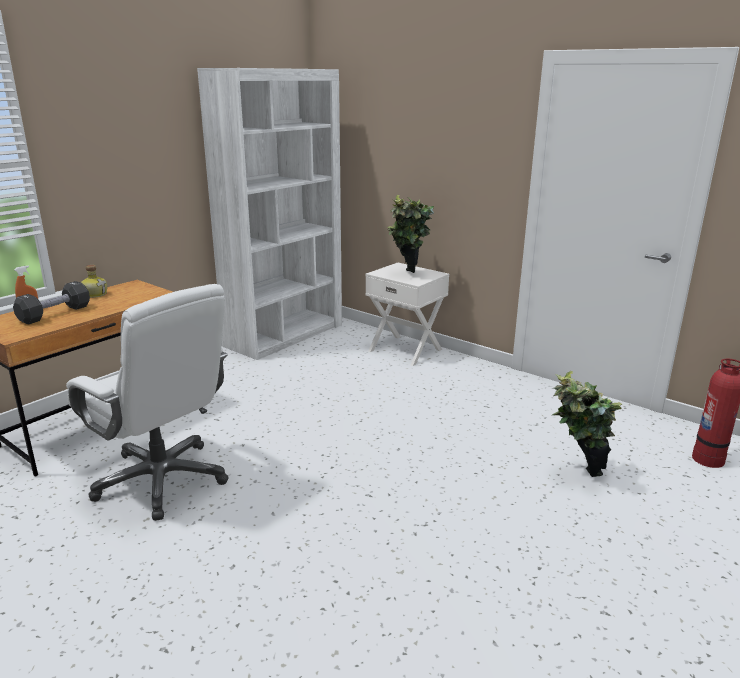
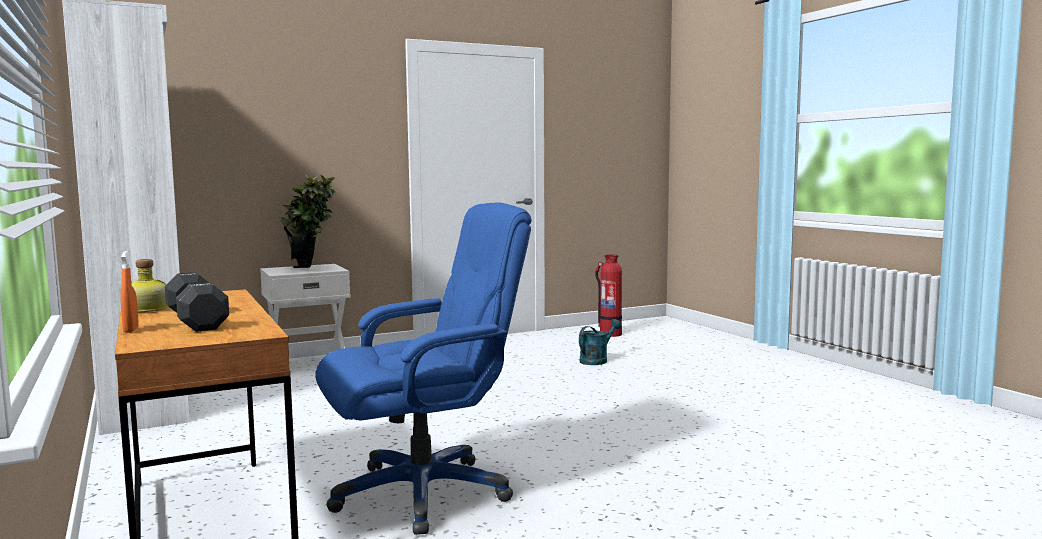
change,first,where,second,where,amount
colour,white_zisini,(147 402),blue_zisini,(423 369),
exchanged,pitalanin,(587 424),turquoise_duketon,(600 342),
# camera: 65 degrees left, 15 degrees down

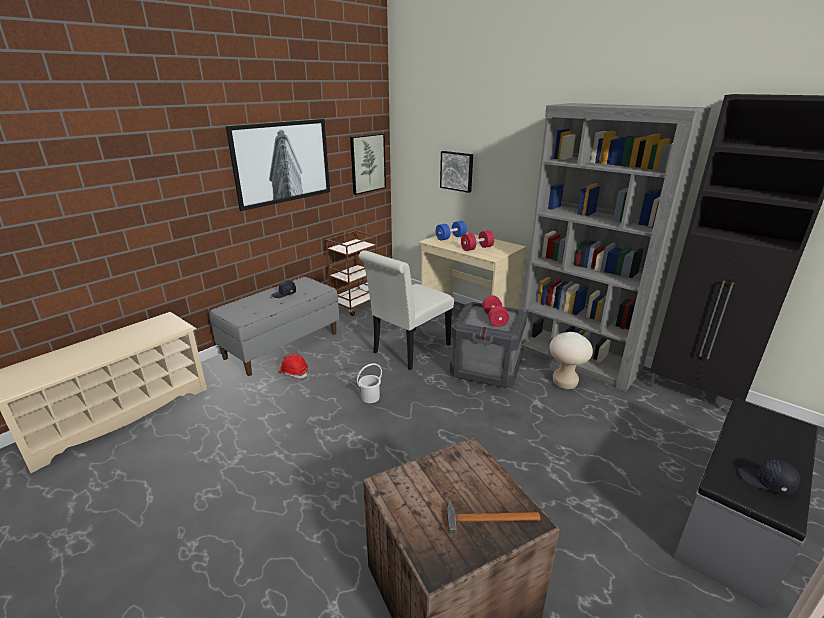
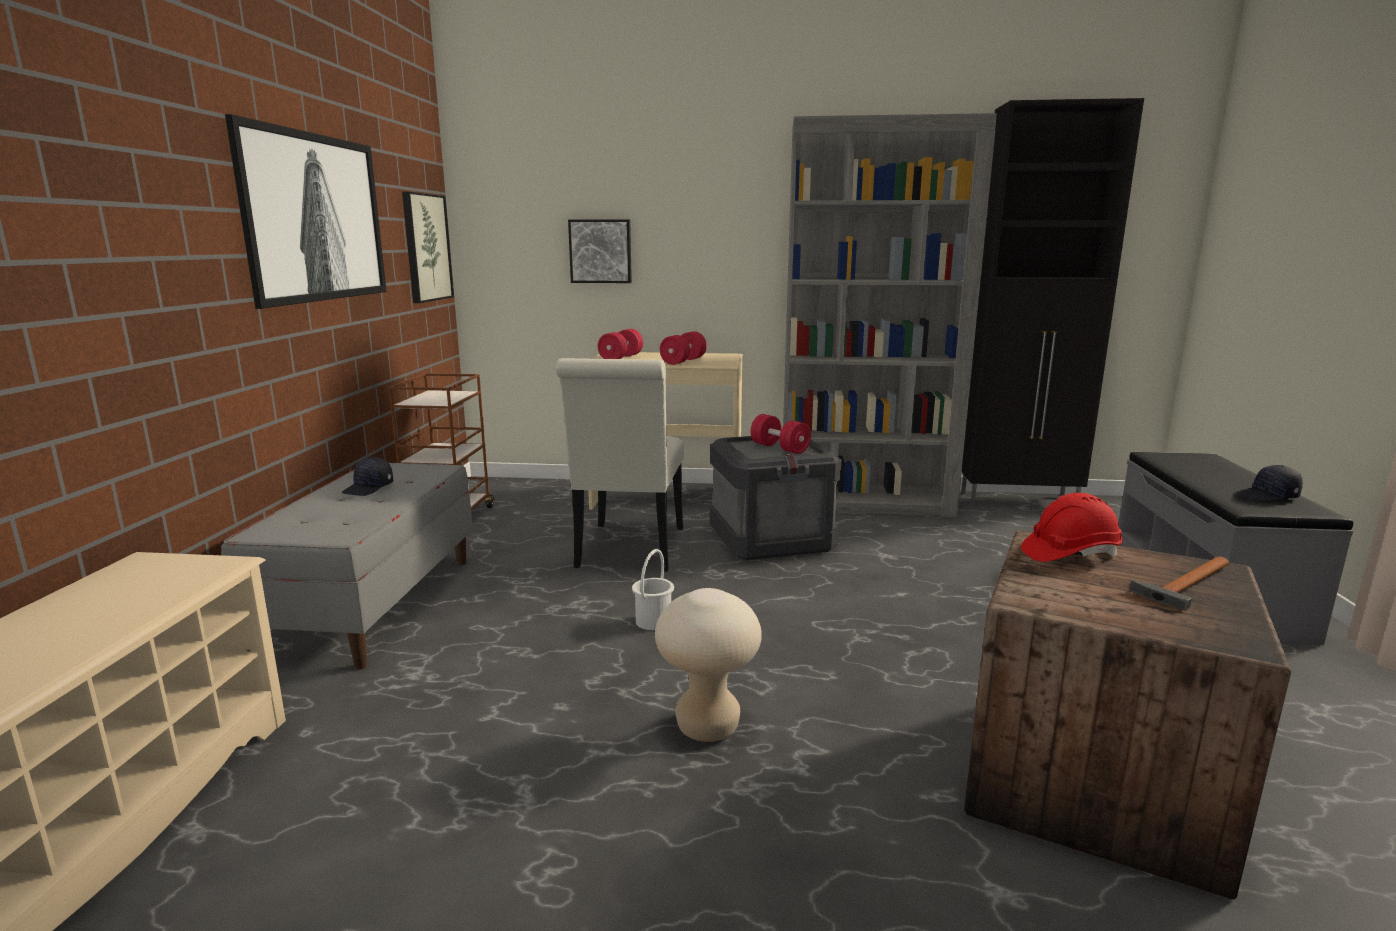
change,first,where,second,where,amount
colour,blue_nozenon,(451 231),red_nozenon,(620 344),
relocated,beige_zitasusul,(571 360),,(708 665),
relocated,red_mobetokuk,(293 366),,(1072 527),
# camera: 35 degrees left, 10 degrees down

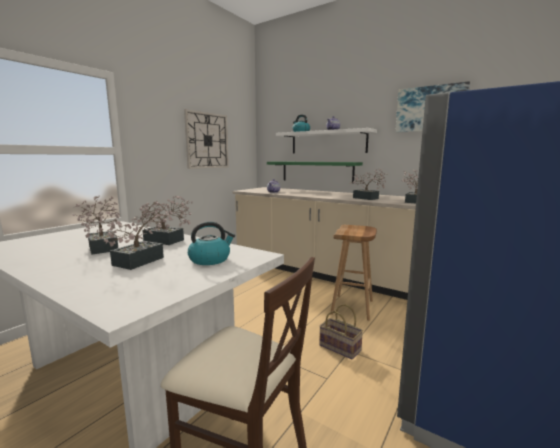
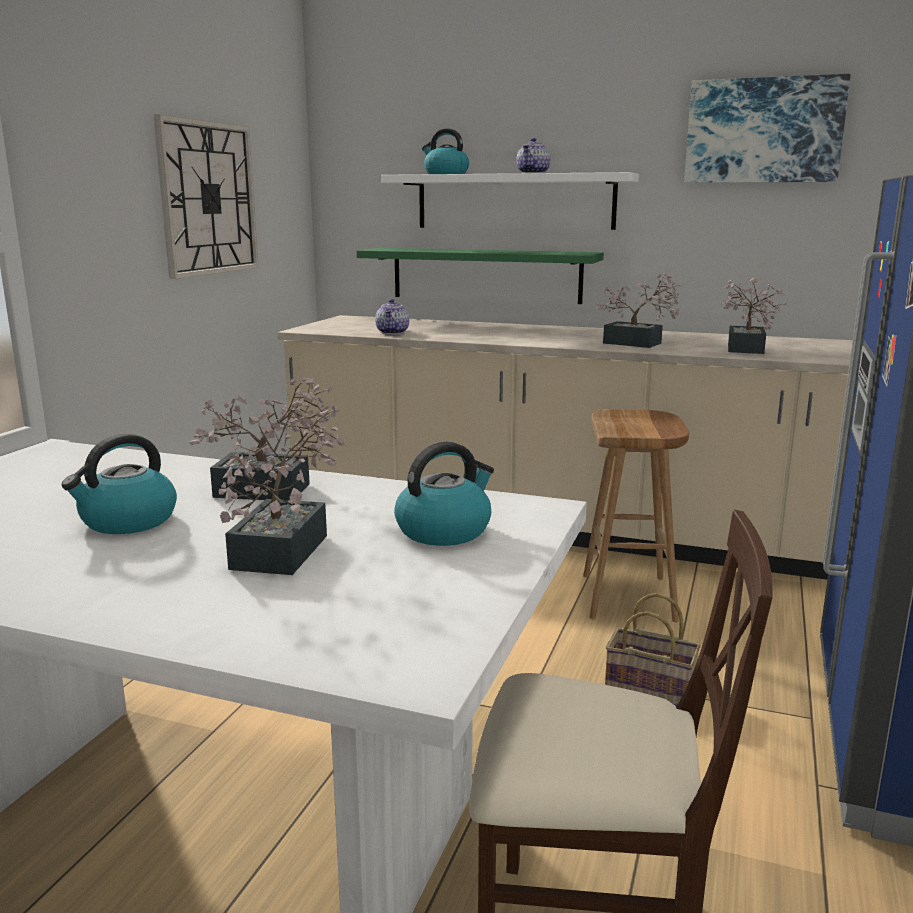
change,first,where,second,where,amount
exchanged,pitalanin,(97 225),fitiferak,(119 484),
# camera: 15 degrees left, 5 degrees up

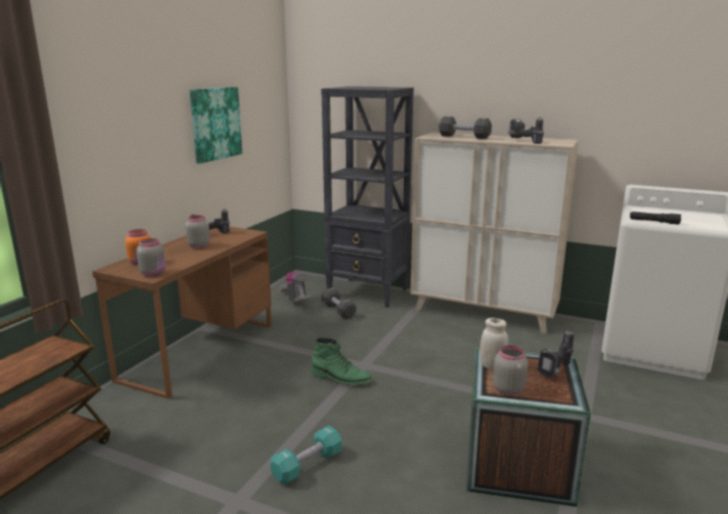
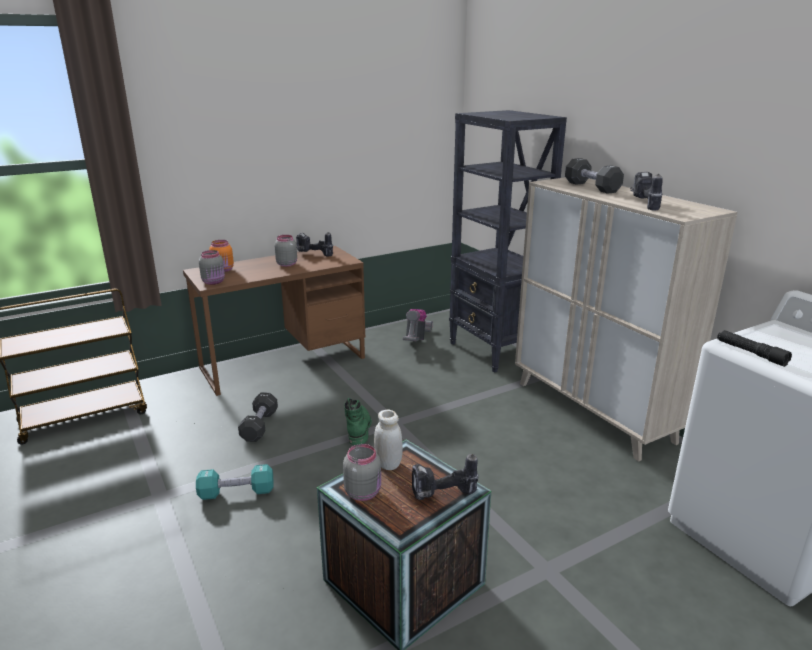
change,first,where,second,where,amount
missing,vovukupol,(216 125),,,
relocated,black_nozenon,(338 303),,(258 417),
spun,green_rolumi,(342 361),,(358 421),150 degrees counterclockwise
# camera: 35 degrees right, 5 degrees up

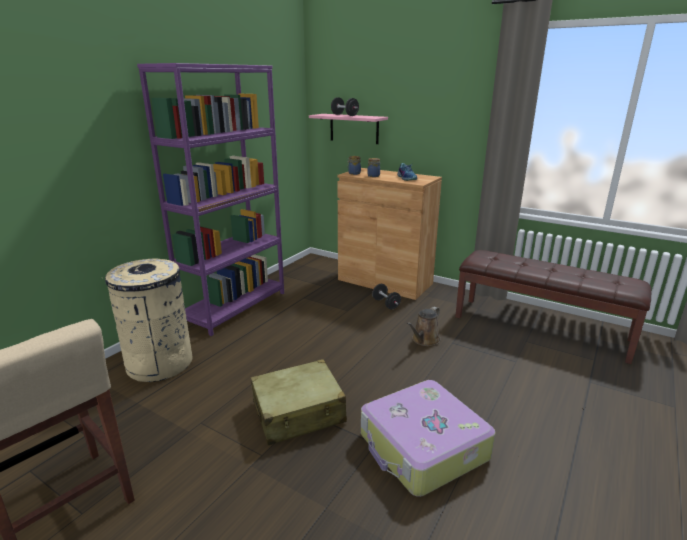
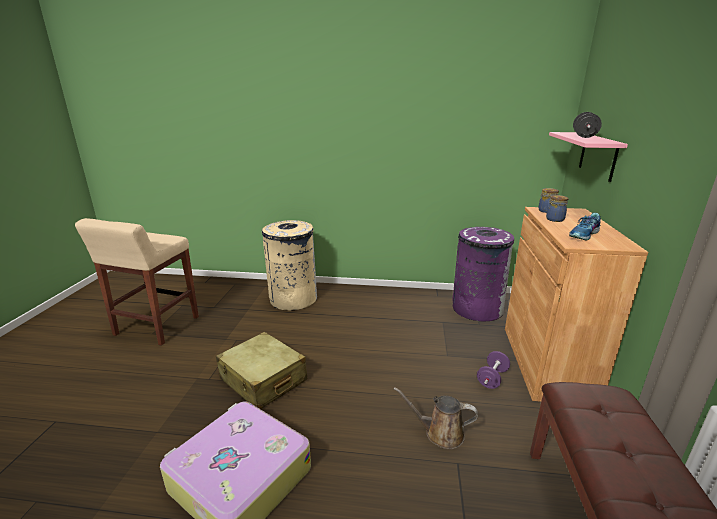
change,first,where,second,where,amount
missing,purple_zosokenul,(210 199),,,
colour,black_nozenon,(386 297),purple_nozenon,(493 370),
appeared,,,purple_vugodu,(483 274),
# camera: 65 degrees right, 0 degrees up

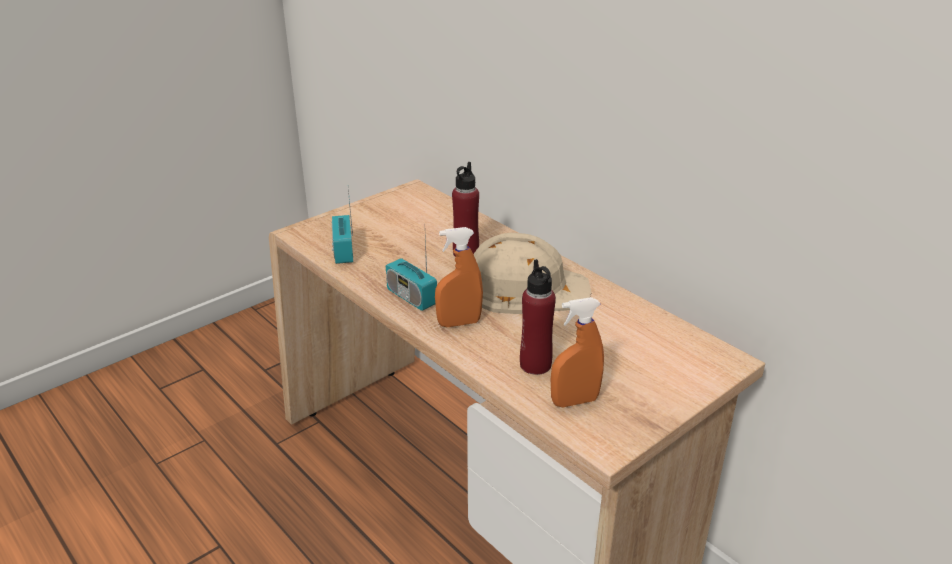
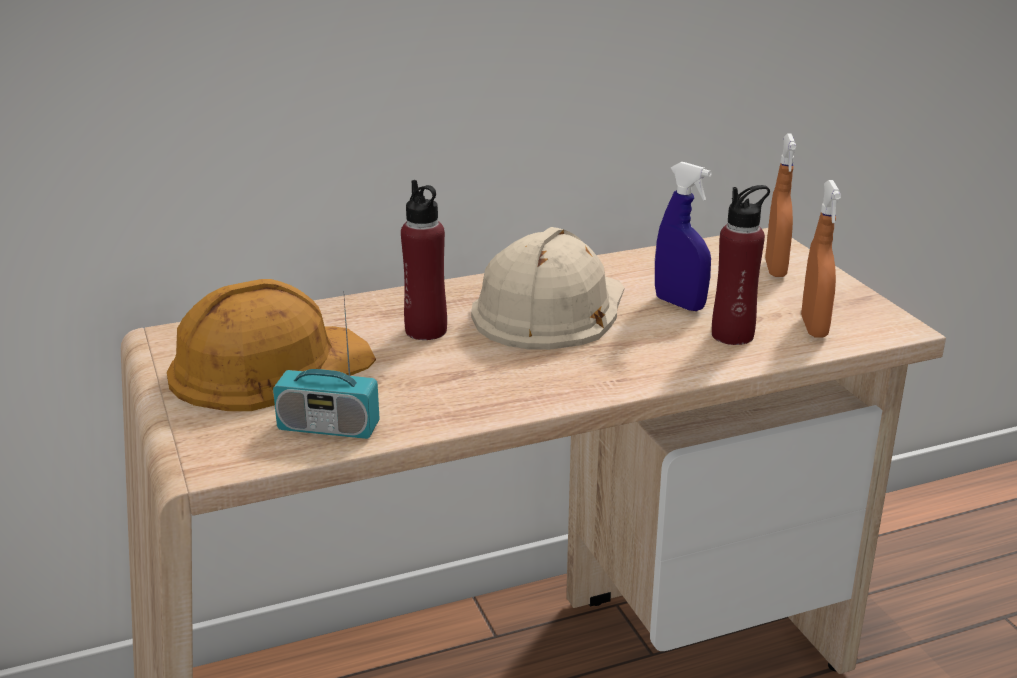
change,first,where,second,where,amount
relocated,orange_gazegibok,(459 277),,(780 205),
missing,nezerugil,(411 274),,,
appeared,,,blue_gazegibok,(683 236),
appeared,,,orange_mobetokuk,(271 345),
# camera: 70 degrees left, 5 degrees down

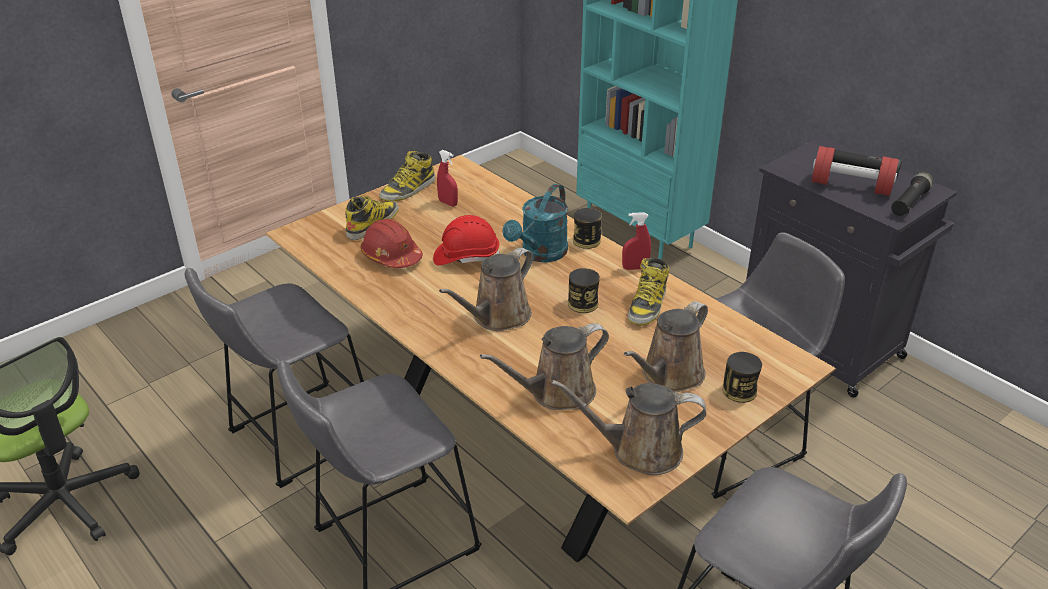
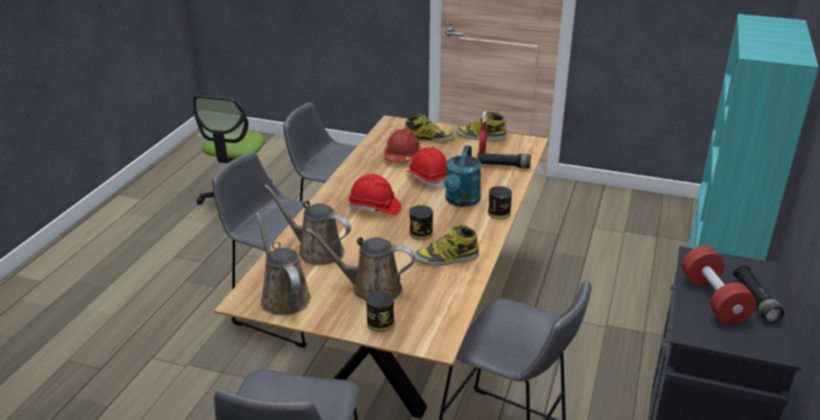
change,first,where,second,where,amount
relocated,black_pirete,(912 194),,(504 160),
spun,turquoise_duketon,(535 223),,(462 176),75 degrees counterclockwise
missing,red_gazegibok,(636 241),,,
exchanged,brown_duketon,(486 289),red_mobetokuk,(374 194),
# camera: 60 degrees right, 5 degrees down

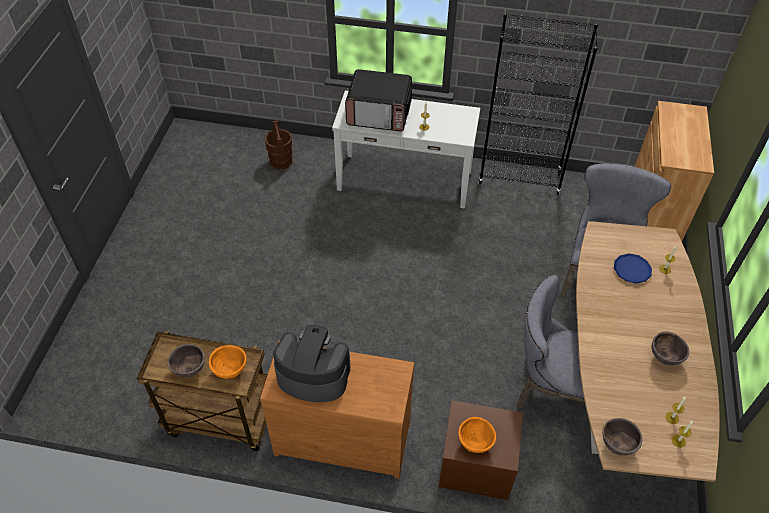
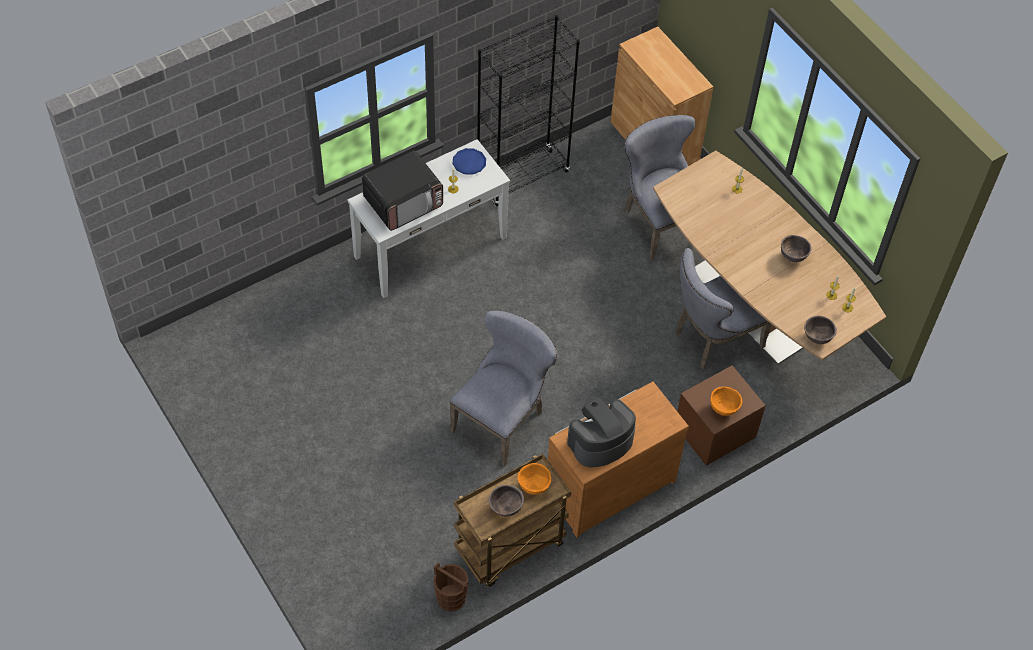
change,first,where,second,where,amount
relocated,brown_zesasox,(279 145),,(451 586),
relocated,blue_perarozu,(633 268),,(469 161),
appeared,,,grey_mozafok,(504 388),
# camera: 45 degrees left, 5 degrees up

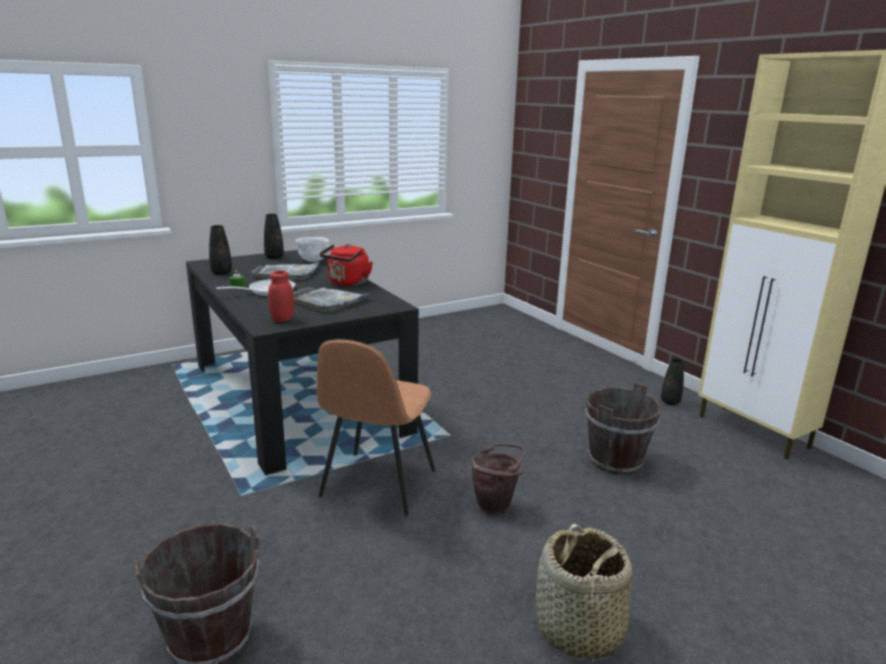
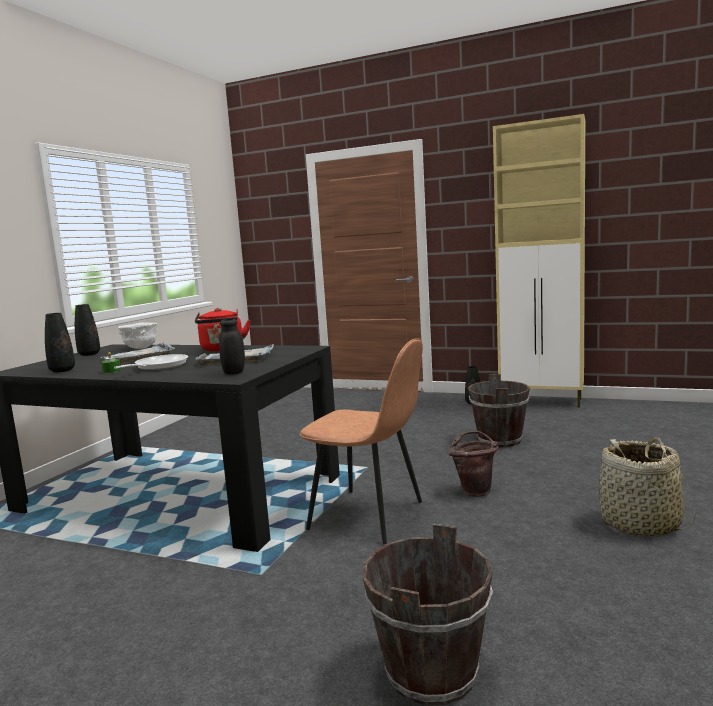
change,first,where,second,where,amount
colour,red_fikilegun,(281 296),black_fikilegun,(232 347),
spun,brown_mozafok,(376 427),,(361 441),45 degrees counterclockwise
# camera: 35 degrees left, 10 degrees down

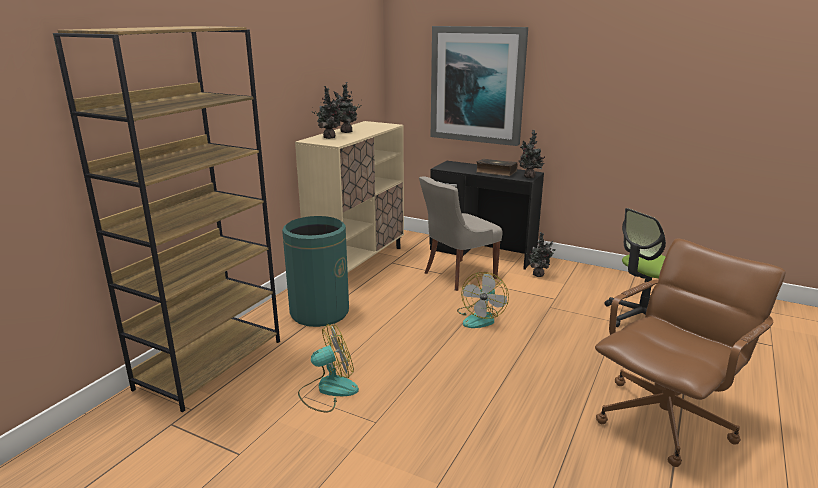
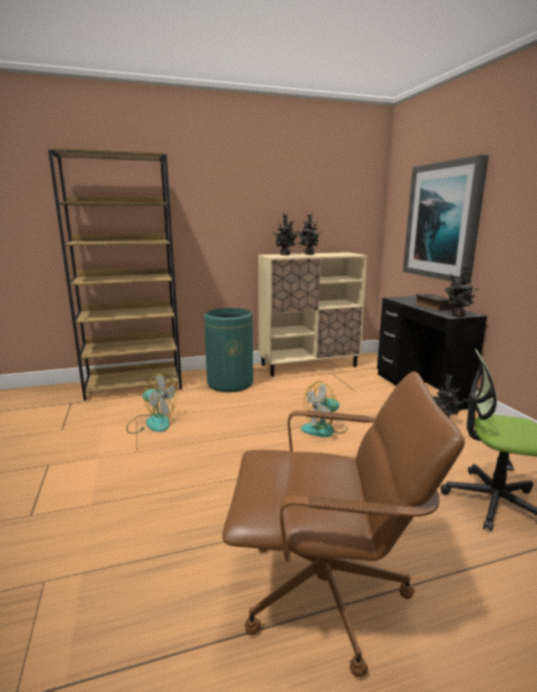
change,first,where,second,where,amount
missing,grey_mozafok,(460 233),,,
# camera: 45 degrees right, 5 degrees down

